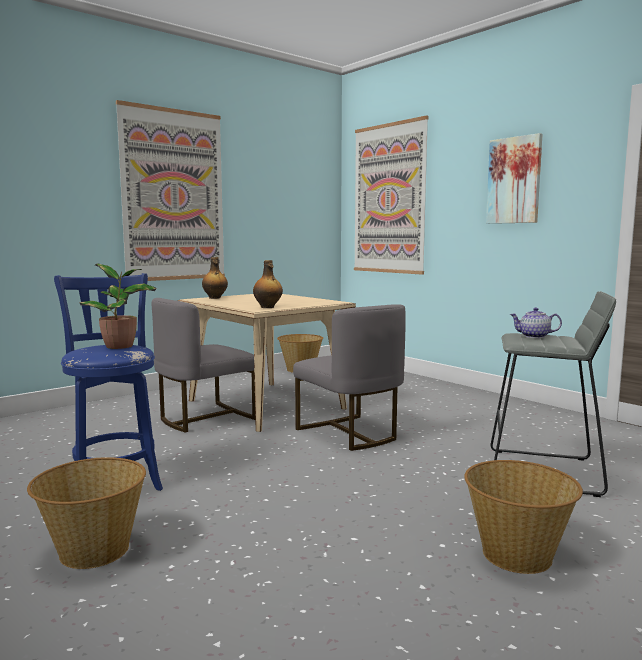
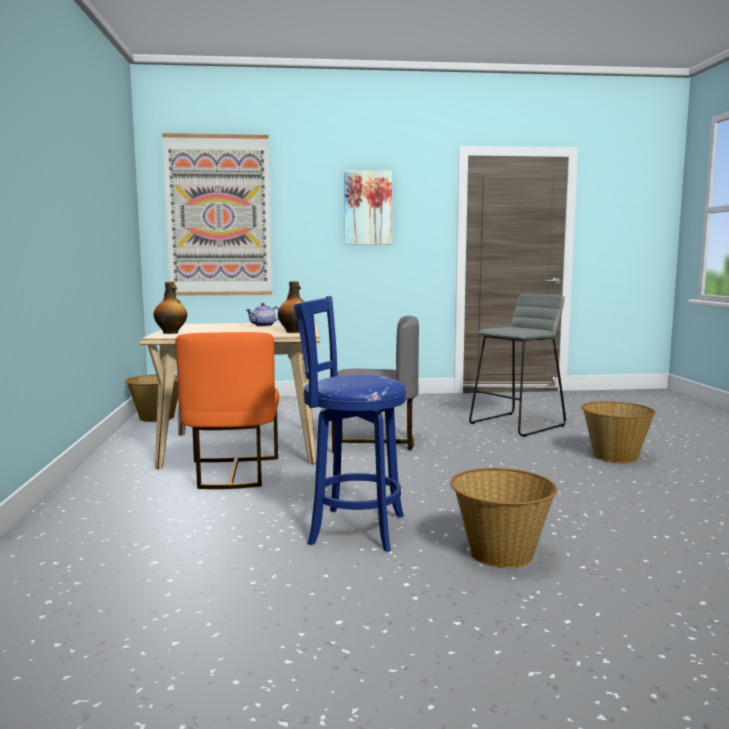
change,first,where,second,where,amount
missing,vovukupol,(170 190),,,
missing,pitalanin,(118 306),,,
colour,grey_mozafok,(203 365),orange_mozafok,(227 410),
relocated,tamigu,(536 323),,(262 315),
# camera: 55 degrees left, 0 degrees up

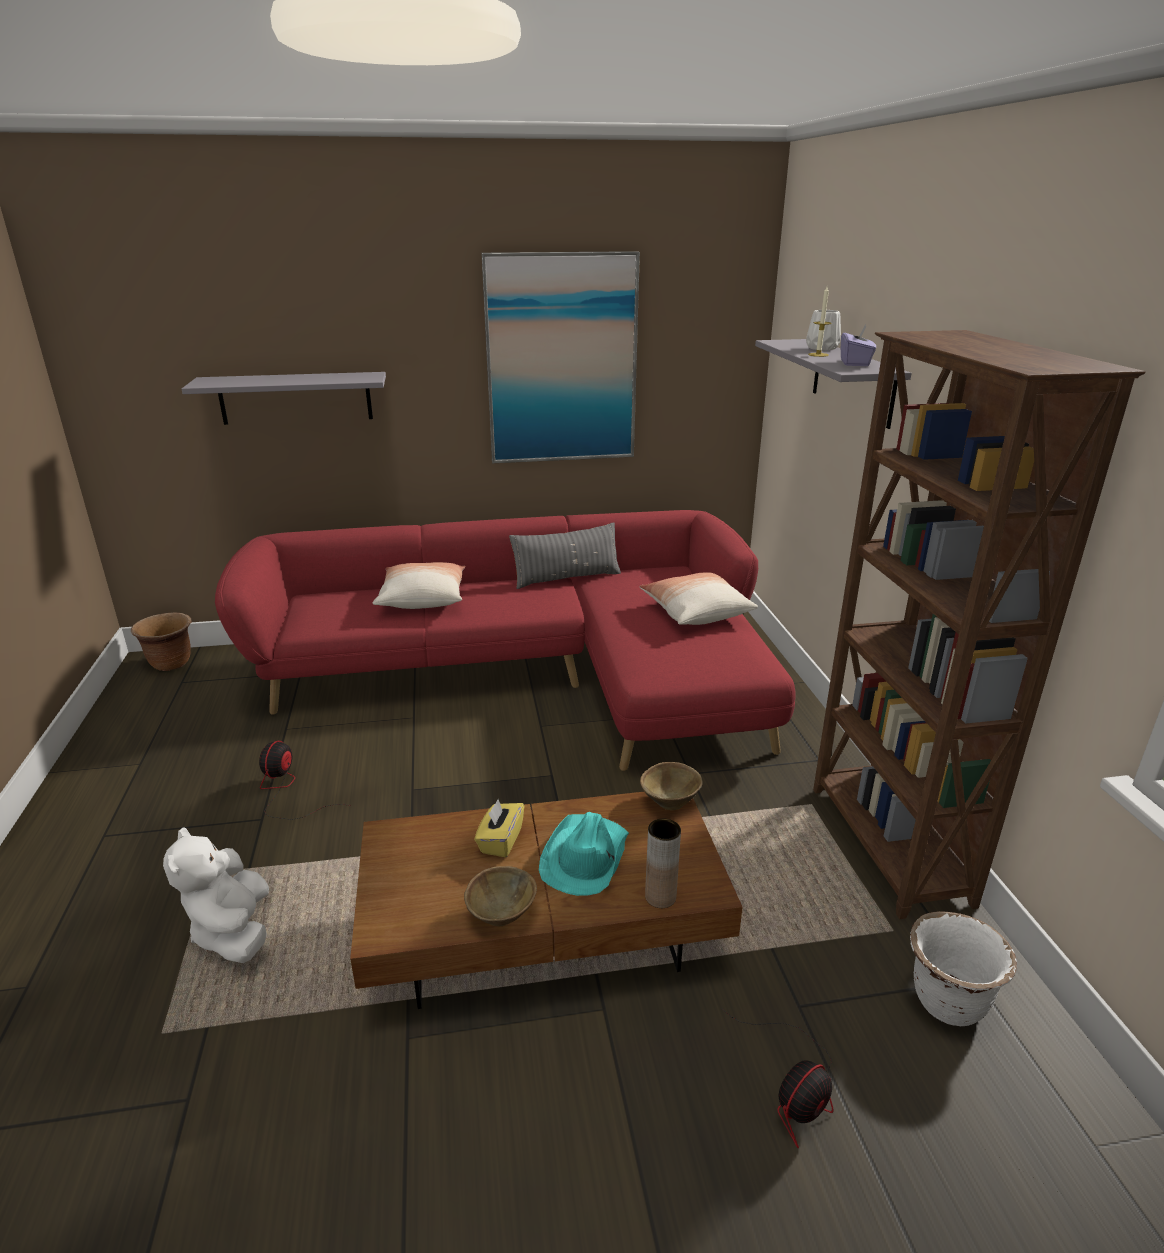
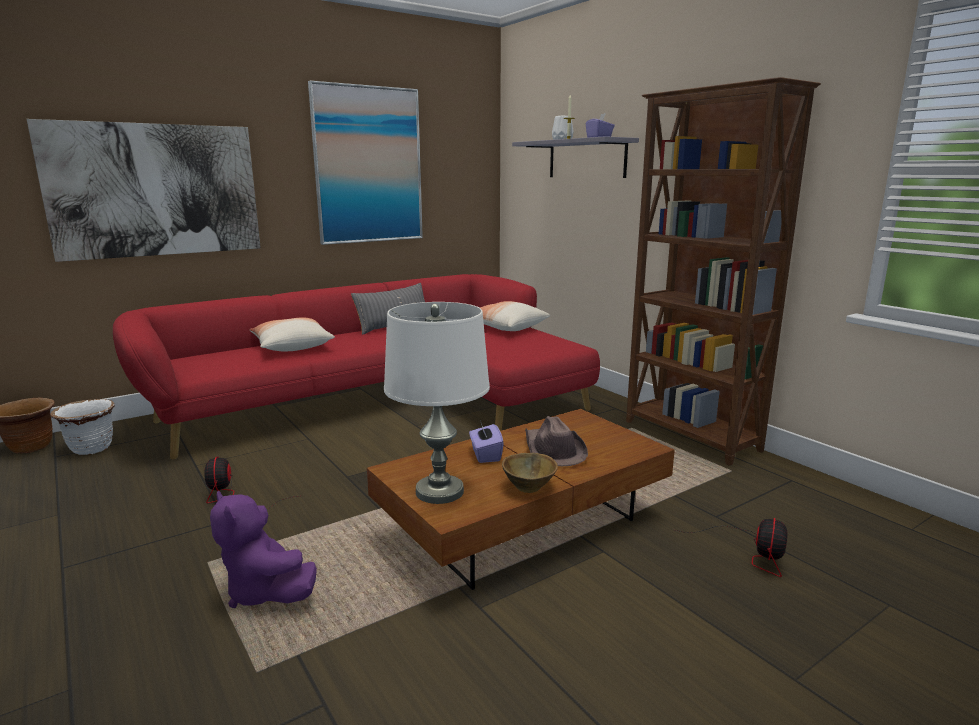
change,first,where,second,where,amount
exchanged,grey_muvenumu,(284 398),vovukupol,(144 190),
missing,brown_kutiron,(671 786),,,
colour,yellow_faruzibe,(499 828),purple_faruzibe,(486 441),
colour,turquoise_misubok,(584 854),brown_misubok,(556 441),
missing,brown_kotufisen,(663 863),,,
colour,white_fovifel,(216 895),purple_fovifel,(263 549),
relocated,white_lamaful,(963 968),,(82 427),
appeared,,,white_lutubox,(437 403),
# camera: 25 degrees left, 10 degrees down

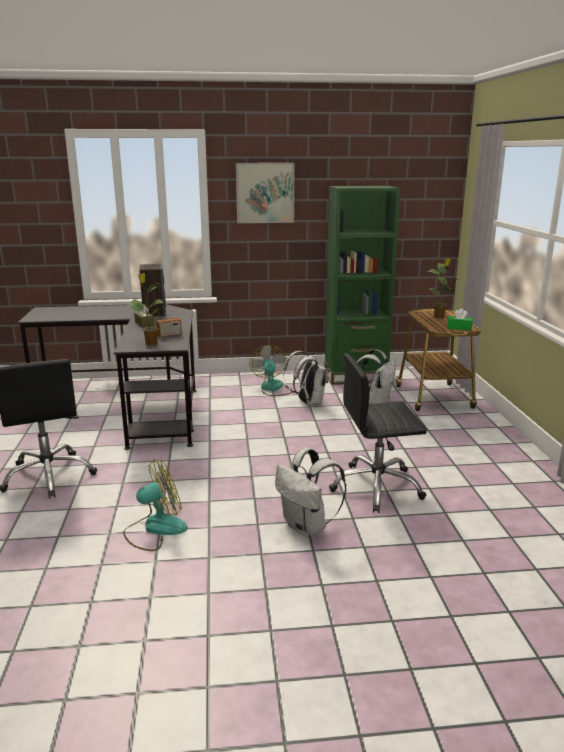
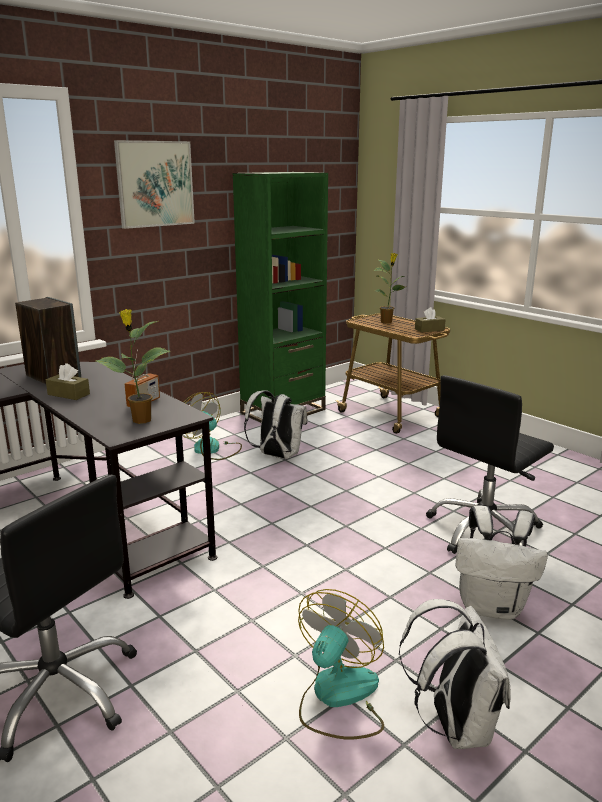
change,first,where,second,where,amount
colour,green_faruzibe,(460 320),brown_faruzibe,(430 320),
relocated,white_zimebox,(376 376),,(455 674),
# camera: 35 degrees left, 0 degrees up

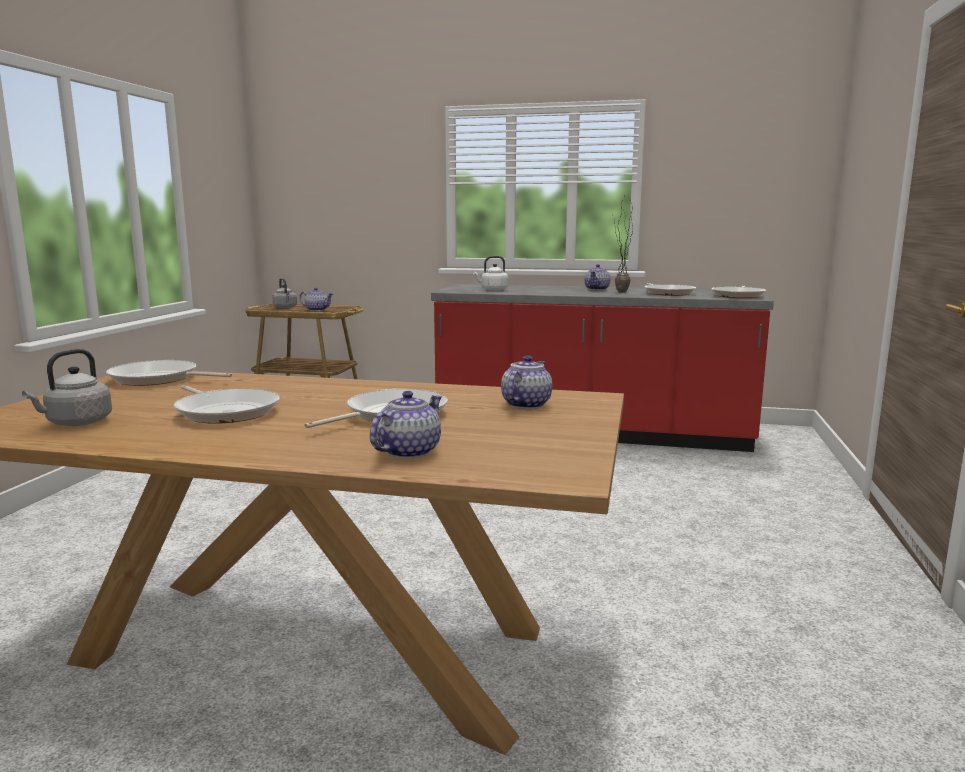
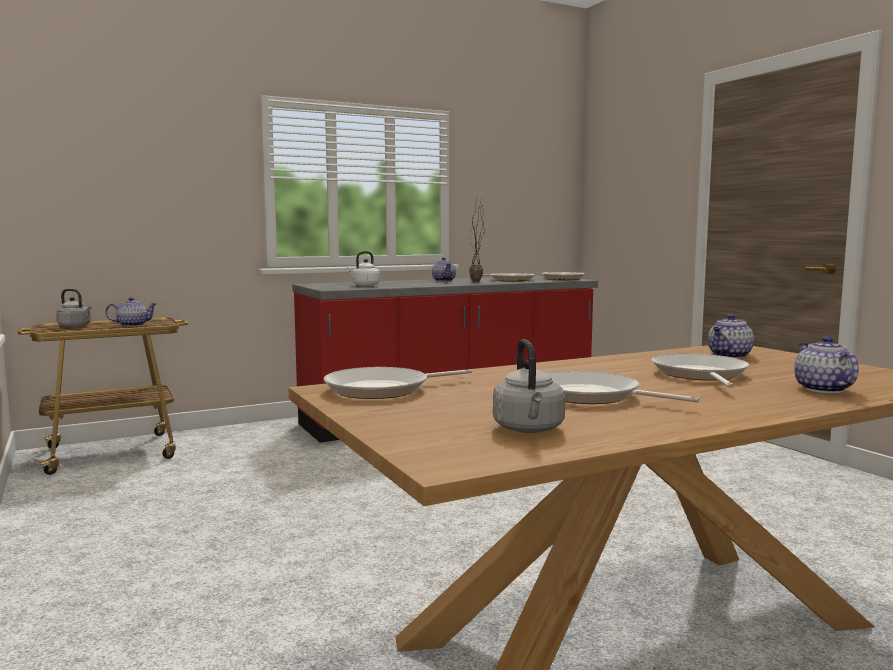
change,first,where,second,where,amount
spun,tamigu,(527 382),,(731 336),120 degrees counterclockwise
spun,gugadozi,(227 404),,(623 387),150 degrees counterclockwise
# camera: 40 degrees left, 5 degrees down

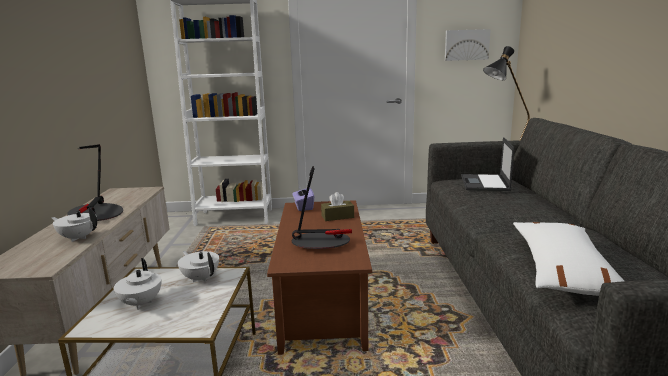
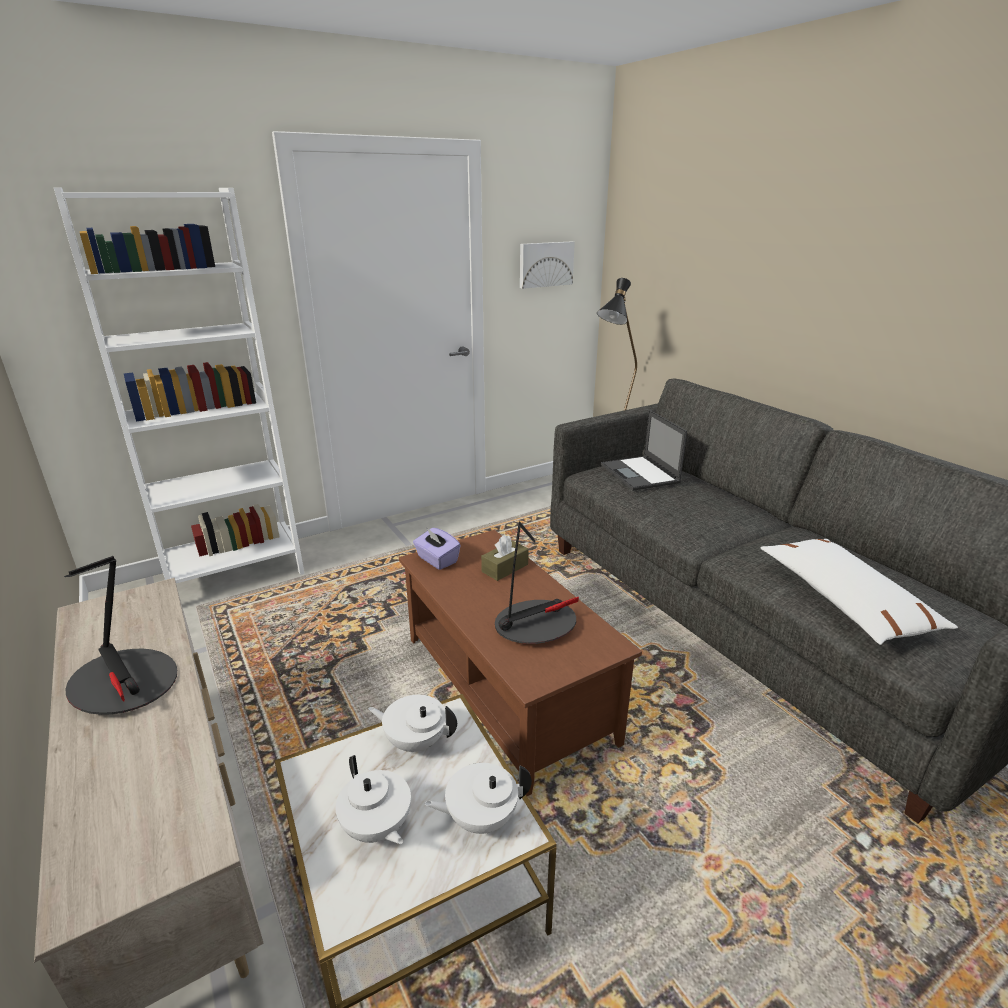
change,first,where,second,where,amount
relocated,white_tamigu,(74 225),,(478 798),
# camera: 30 degrees left, 10 degrees up

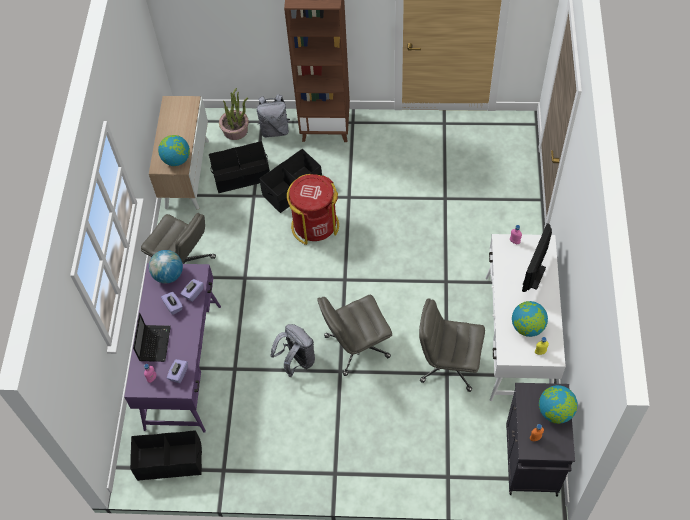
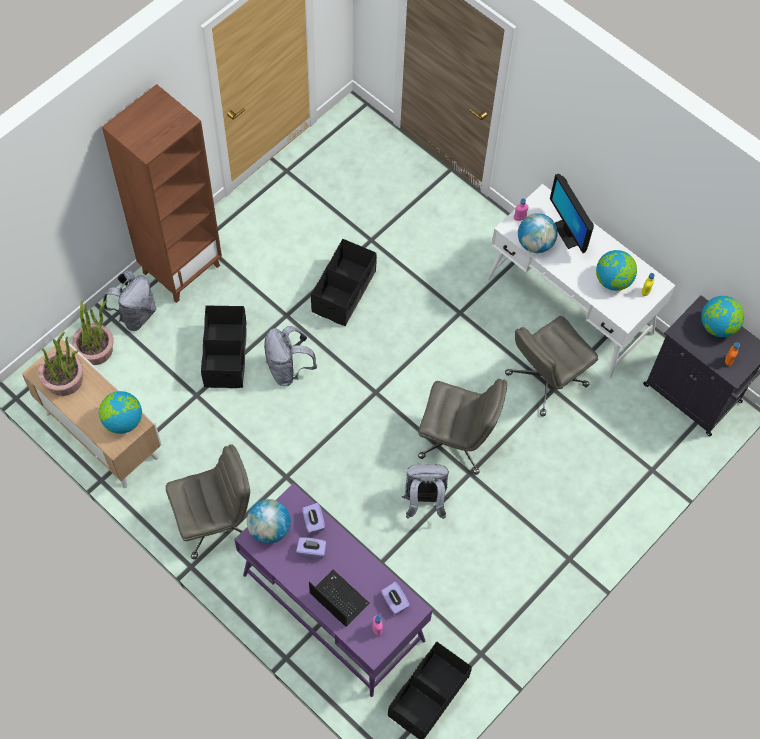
change,first,where,second,where,amount
relocated,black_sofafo,(239 167),,(344 282),
exchanged,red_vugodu,(313 209),grey_zimebox,(290 356),
spun,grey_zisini,(354 335),,(462 427),90 degrees counterclockwise
appeared,,,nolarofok,(538 233),
appeared,,,pitalanin,(60 364),
# camera: 55 degrees left, 5 degrees up

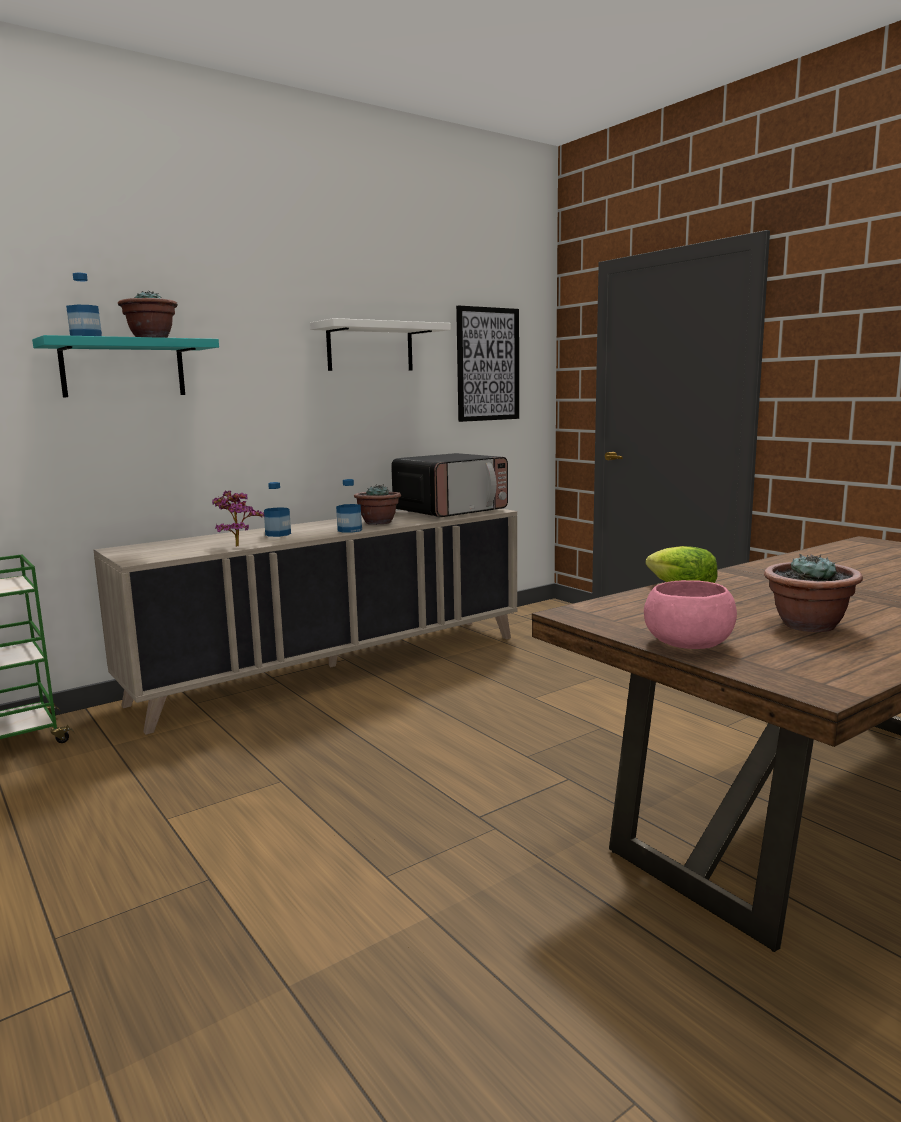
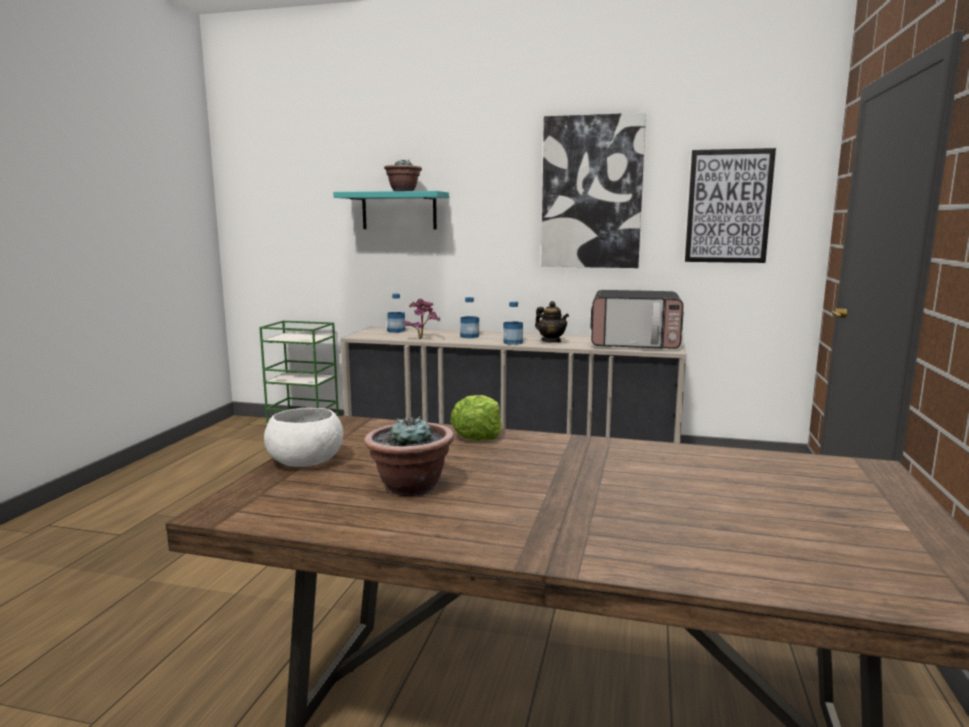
change,first,where,second,where,amount
relocated,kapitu,(84 304),,(396 313),
exchanged,white_muvenumu,(380 344),vovukupol,(593 190),
exchanged,pitalanin,(377 504),tamigu,(552 322),
colour,pink_kutiron,(690 614),white_kutiron,(303 437),
# camera: 50 degrees right, 0 degrees up

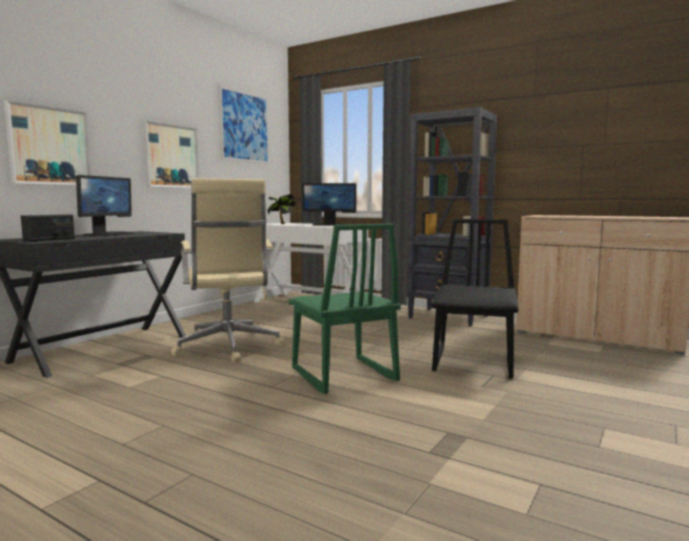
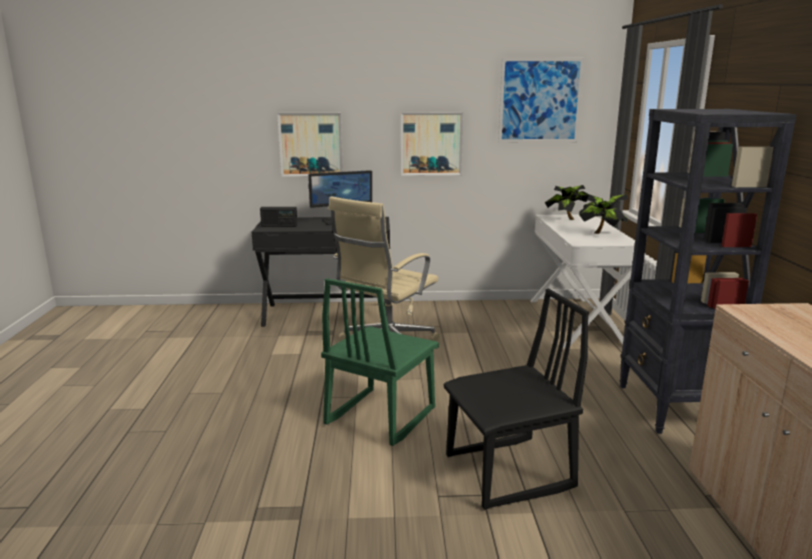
change,first,where,second,where,amount
exchanged,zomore,(329 204),pitalanin,(604 214),
# camera: 55 degrees right, 10 degrees up

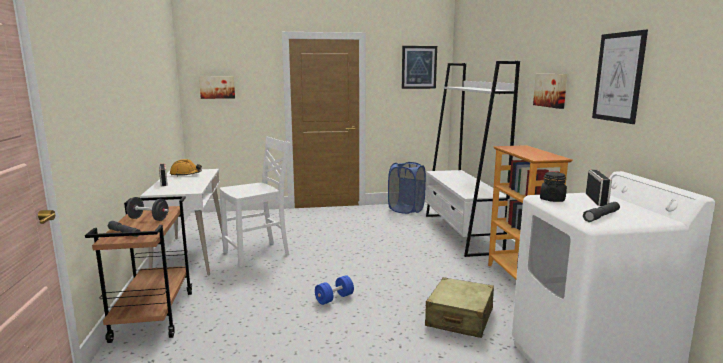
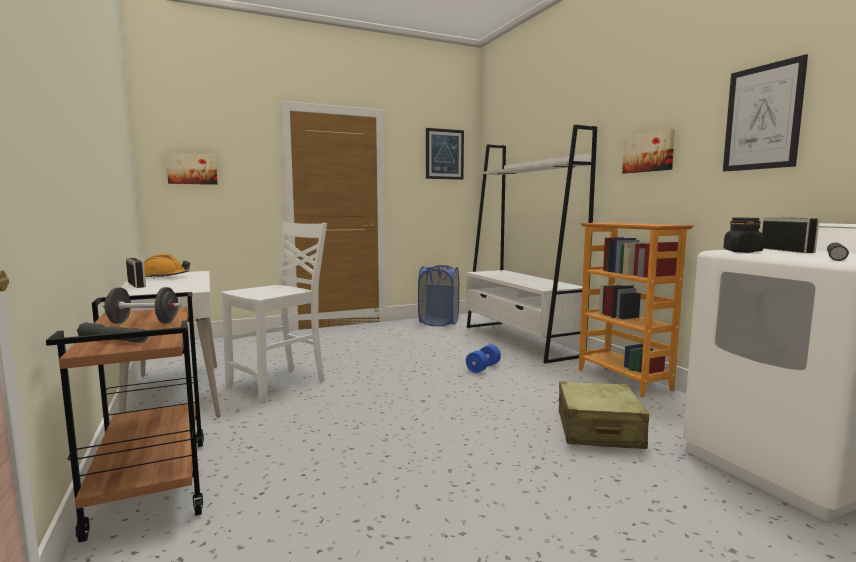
change,first,where,second,where,amount
relocated,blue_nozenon,(334 290),,(483 359),
# camera: 15 degrees left, 5 degrees down

